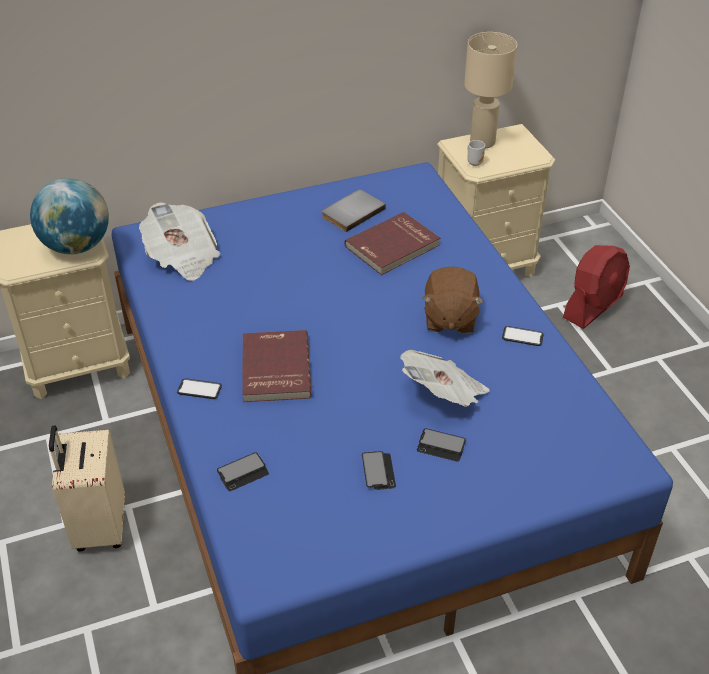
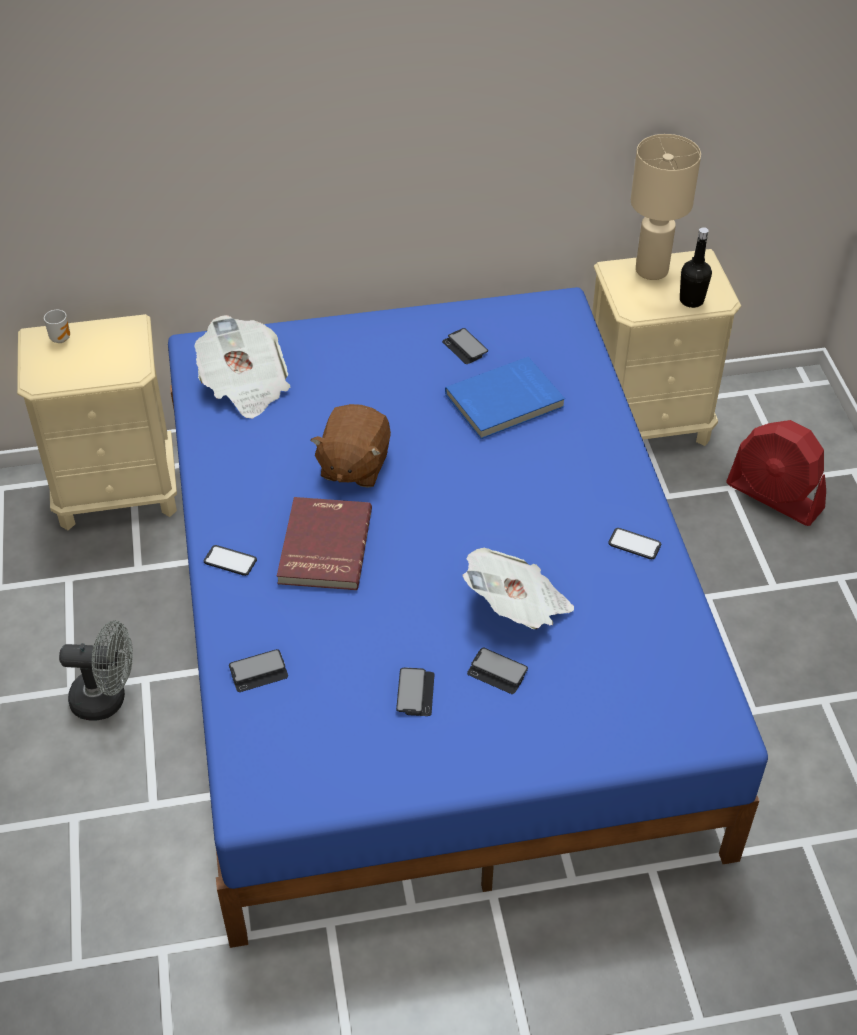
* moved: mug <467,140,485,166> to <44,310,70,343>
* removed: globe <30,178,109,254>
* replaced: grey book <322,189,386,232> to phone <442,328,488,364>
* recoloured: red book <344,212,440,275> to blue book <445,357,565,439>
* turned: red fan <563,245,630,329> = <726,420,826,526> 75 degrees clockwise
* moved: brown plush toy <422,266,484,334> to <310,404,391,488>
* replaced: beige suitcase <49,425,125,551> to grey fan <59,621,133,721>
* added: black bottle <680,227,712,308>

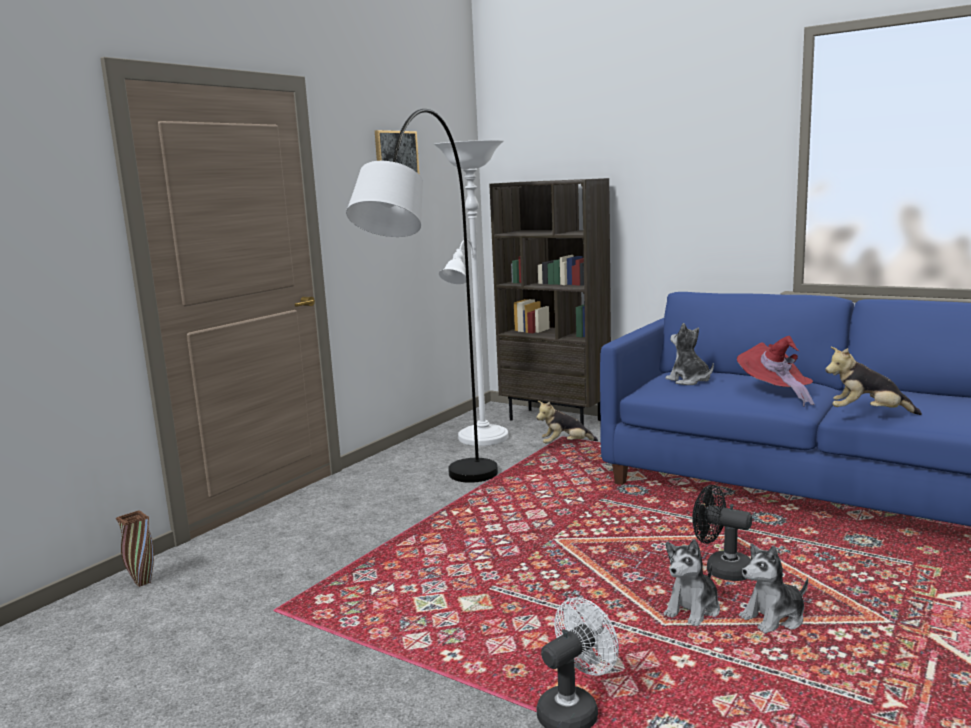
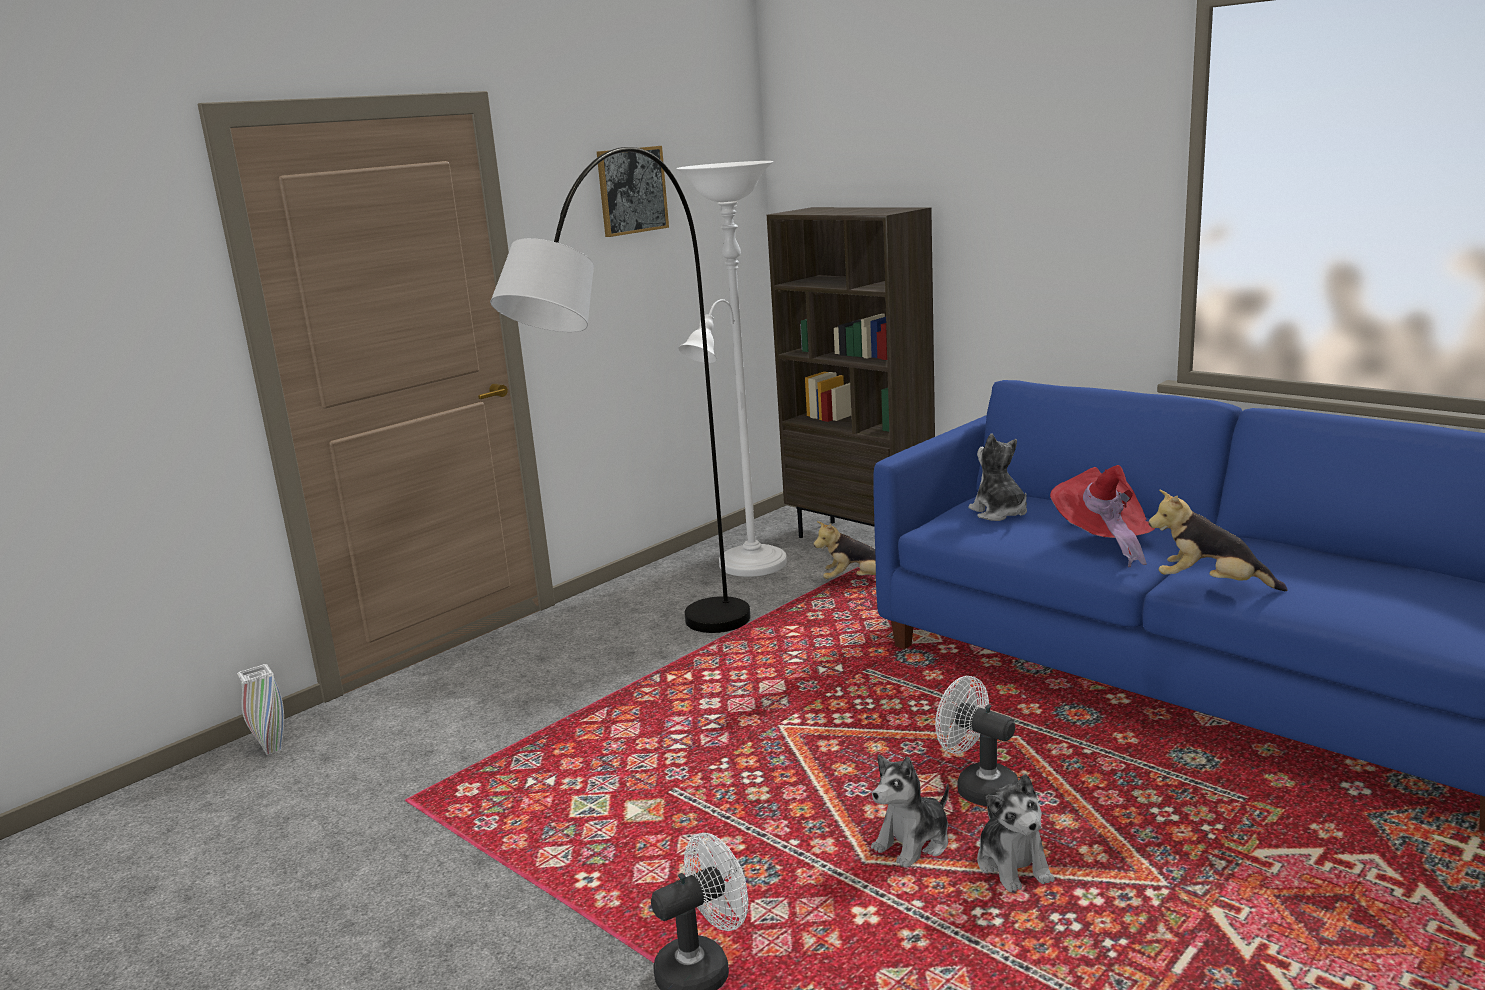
* recoloured: black fan <692,485,752,581> to white fan <935,676,1019,806>
* recoloured: brown vase <116,510,154,587> to white vase <237,664,284,755>
* turned: plush toy <739,544,808,633> = <977,774,1055,892> 90 degrees counterclockwise

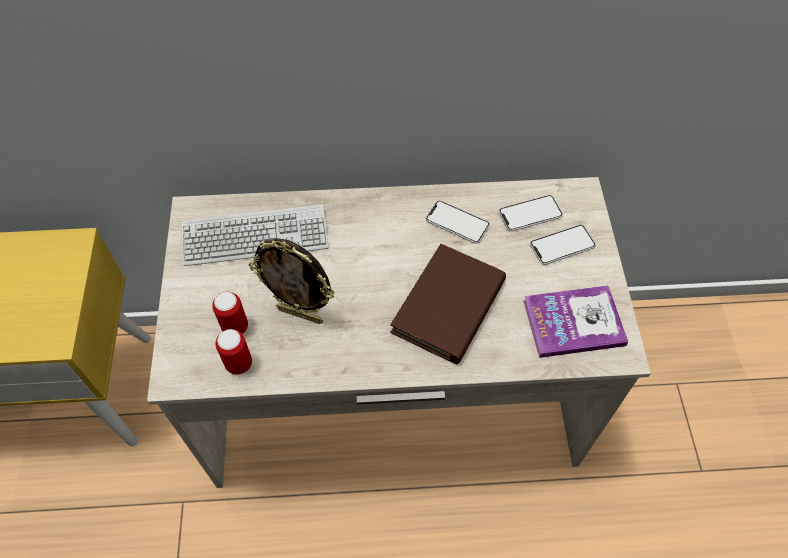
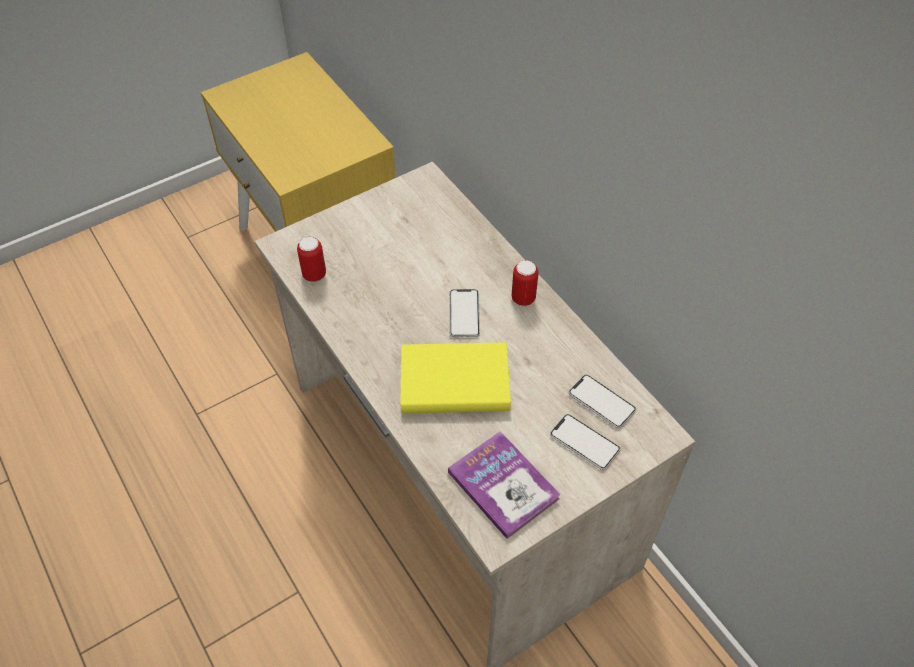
* moved: phone <426,201,490,243> to <449,289,480,337>
* removed: keyboard <182,204,329,266>
* removed: picture frame <248,238,335,324>
* recoloured: brown book <390,244,506,364> to yellow book <400,343,511,413>
* moved: can <212,292,248,334> to <512,260,539,306>

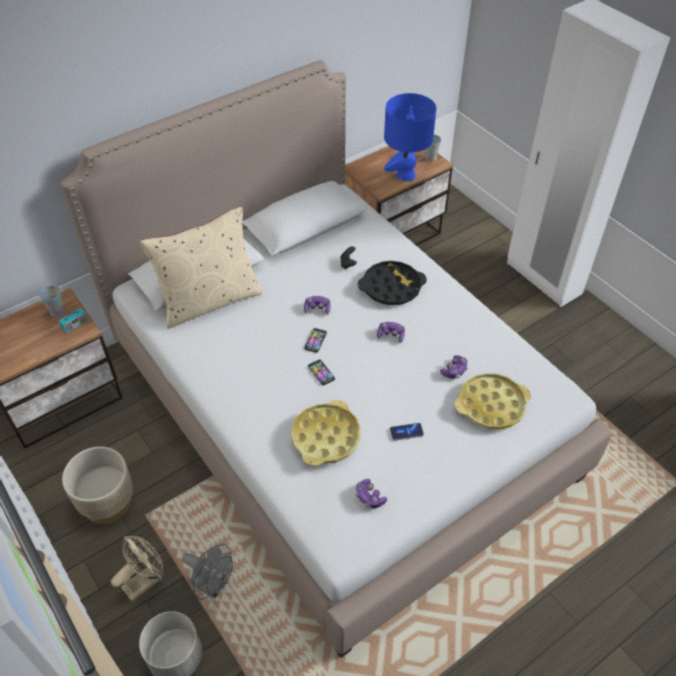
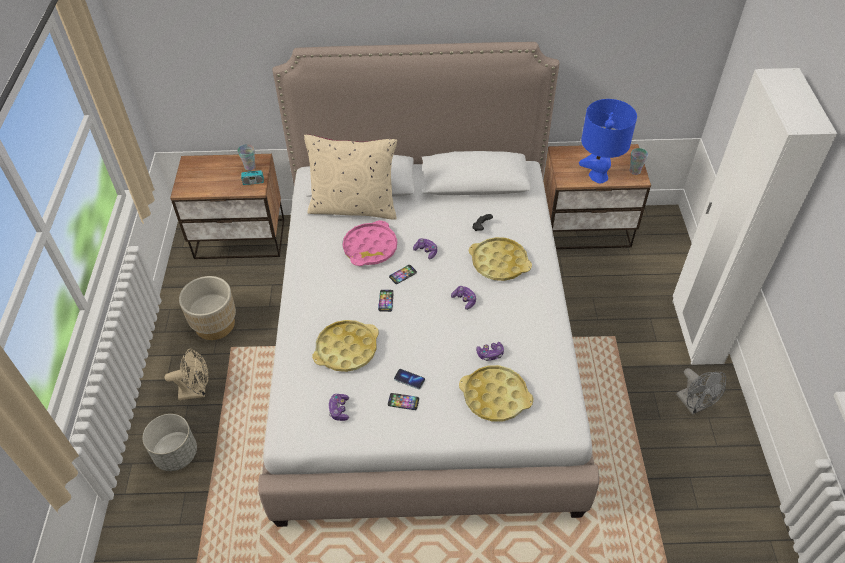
* recoloured: black tray <358,261,427,305> to yellow tray <469,237,532,281>
* moved: grey fan <182,544,233,600> to <676,368,726,415>
* added: pink tray <343,220,397,266>
* added: phone <388,393,419,410>

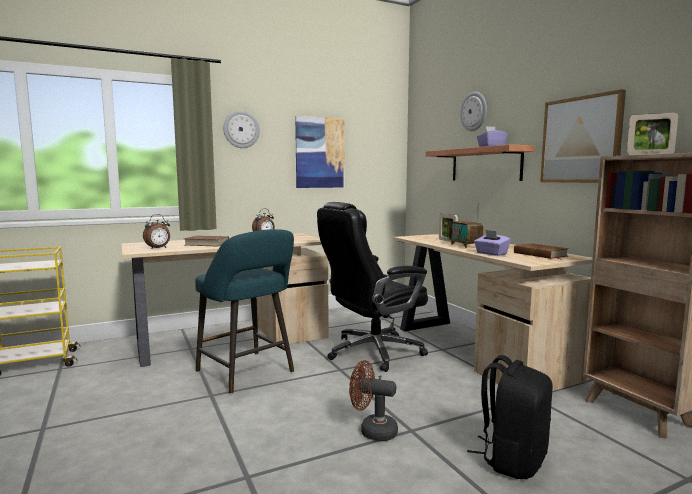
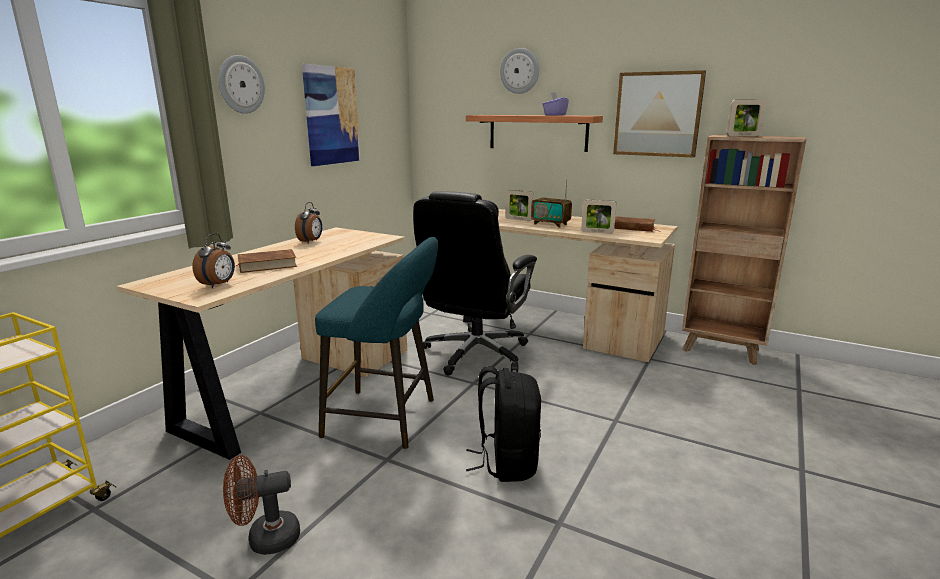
* replaced: purple tissue box <474,230,511,256> to picture frame <581,200,616,234>
* moved: black backpack <467,355,553,479> to <466,366,541,482>
* moved: brown fan <349,360,398,441> to <223,455,300,555>

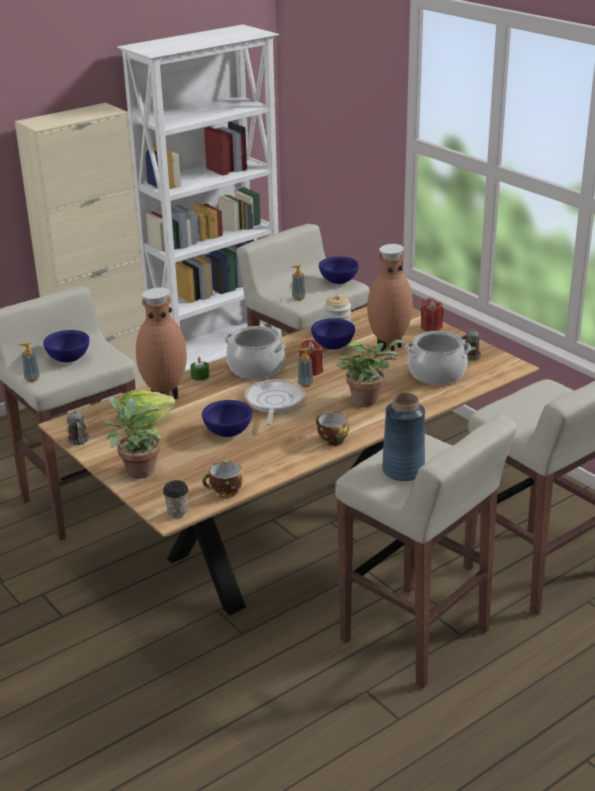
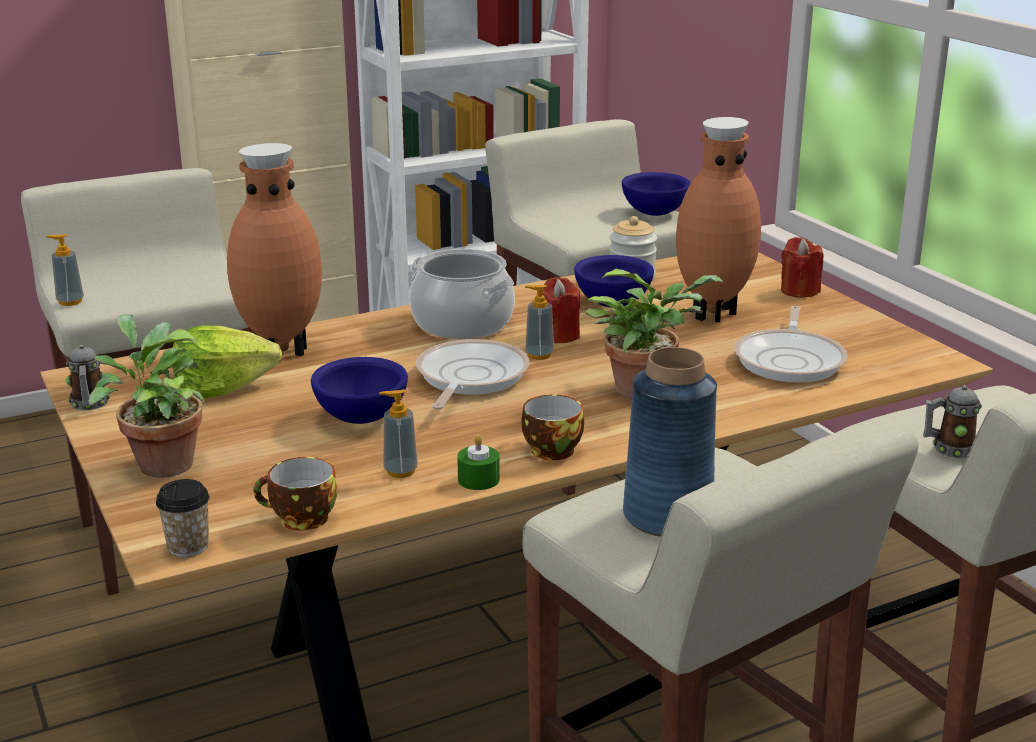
* moved: soap dispenser <291,265,306,300> to <379,389,418,478>
* removed: blue bowl <43,330,89,362>
* moved: mug <461,330,481,361> to <923,386,982,458>
* replaced: cooking pot <405,331,472,385> to frying pan <734,306,848,383>
* moved: green candle <190,357,209,381> to <457,435,500,490>

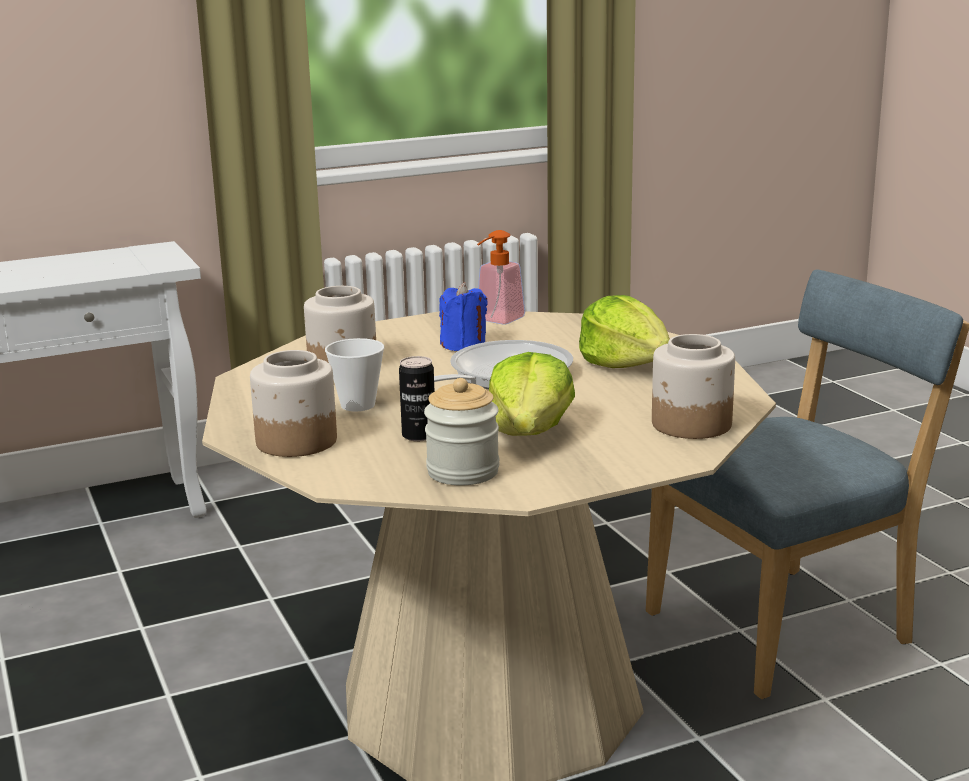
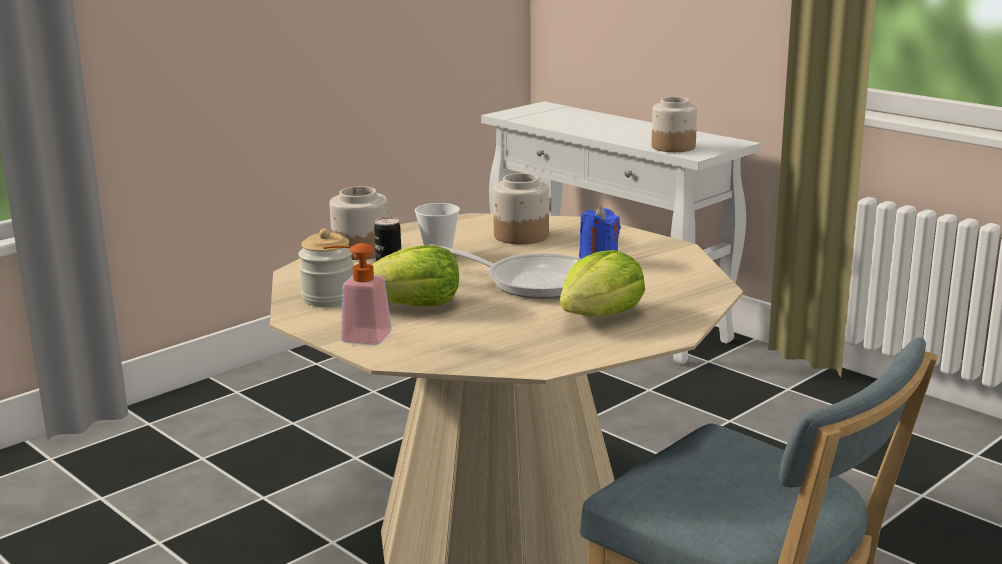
* moved: soap dispenser <477,230,525,325> to <323,243,392,345>
* moved: jar <652,334,735,439> to <652,97,697,152>

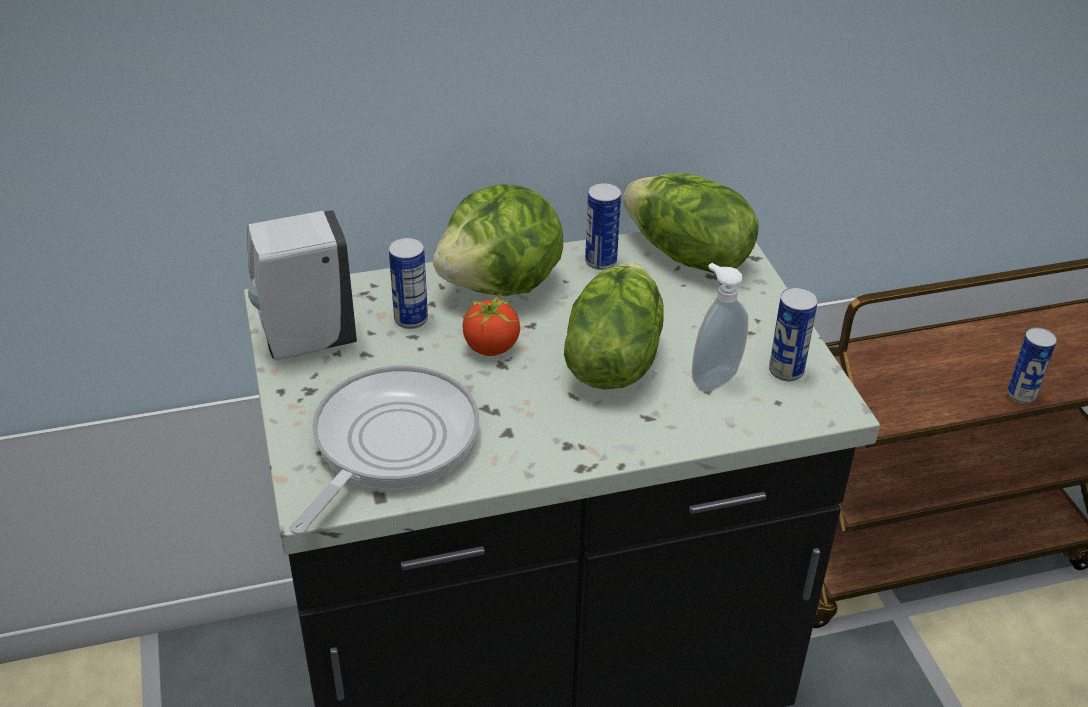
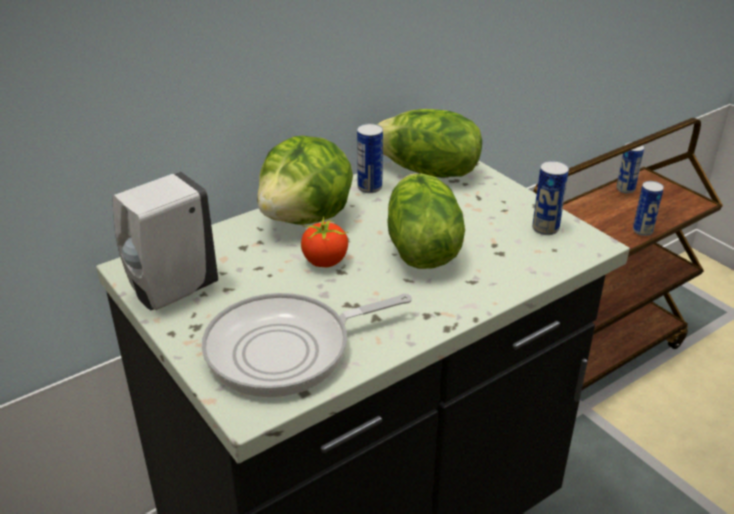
* moved: can <389,237,428,329> to <616,142,644,193>
* removed: soap dispenser <692,263,748,392>
* turned: frying pan <289,365,479,535> = <202,293,412,397> 120 degrees counterclockwise

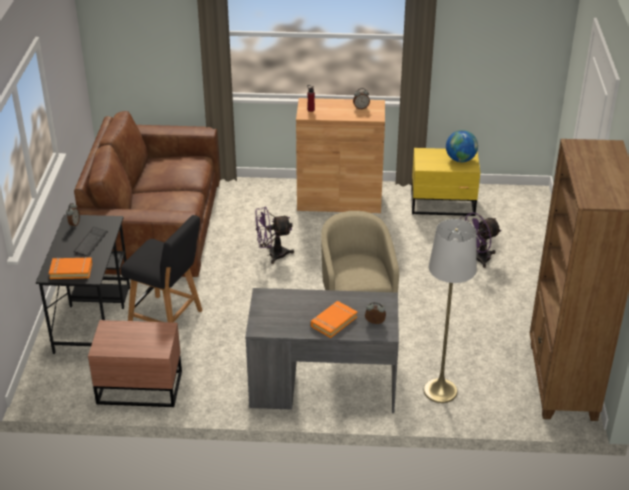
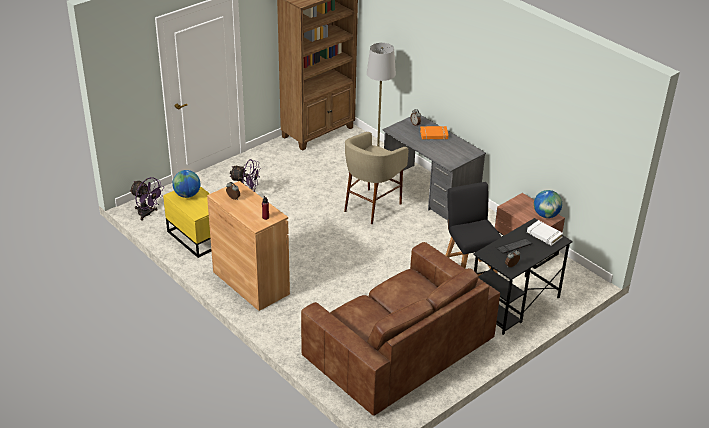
* moved: purple fan <255,207,294,264> to <129,177,164,221>
* recoloured: orange book <49,257,92,279> to white book <527,220,563,246>
* added: globe <534,190,562,218>

